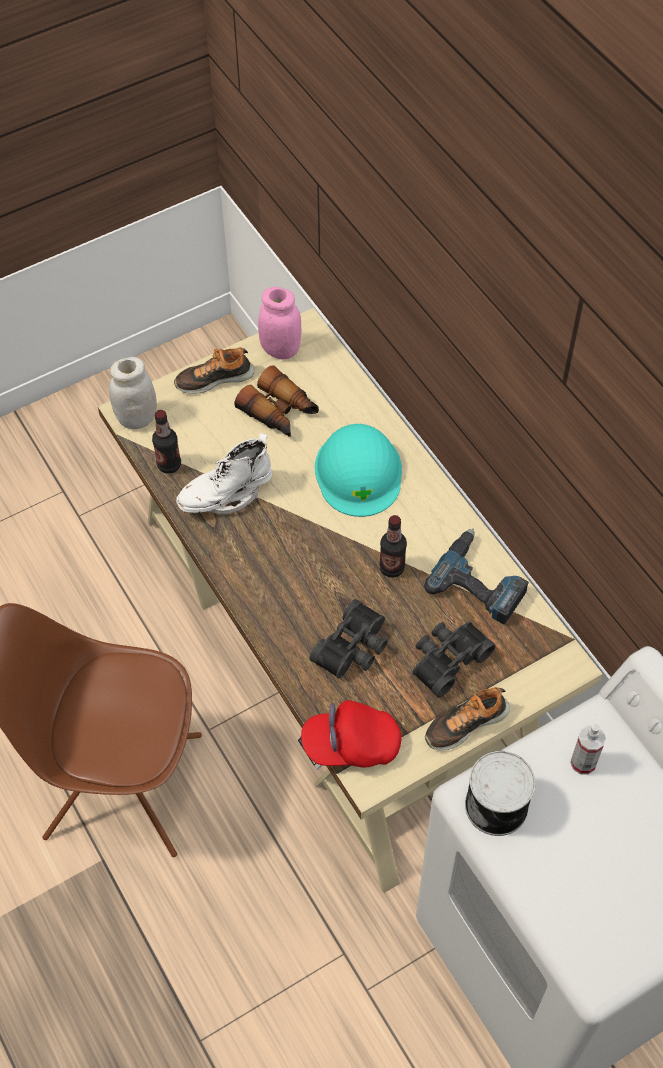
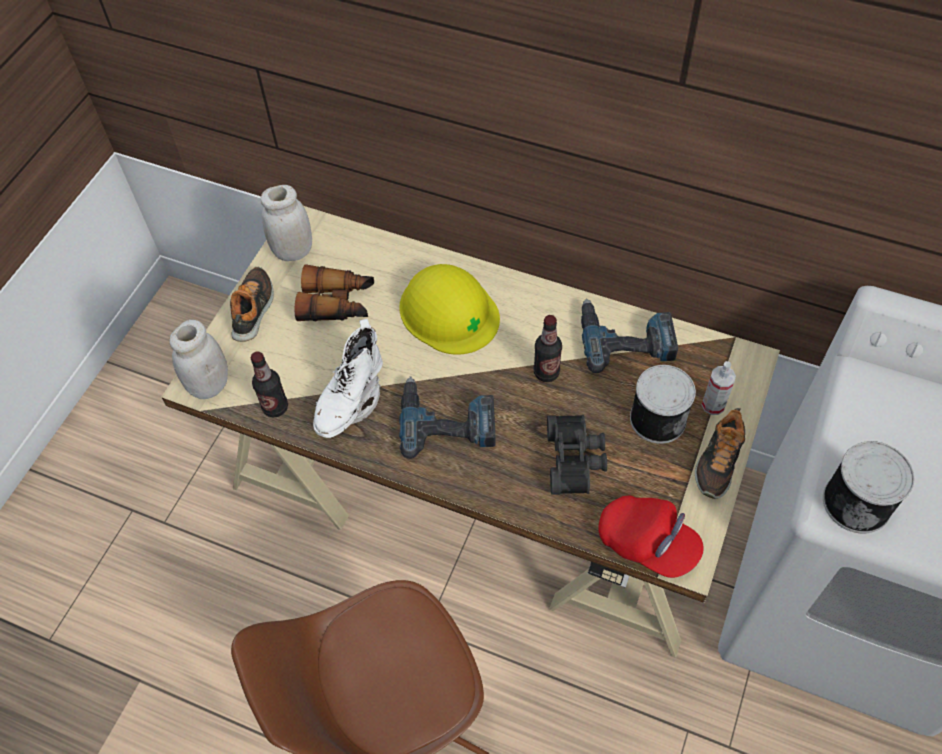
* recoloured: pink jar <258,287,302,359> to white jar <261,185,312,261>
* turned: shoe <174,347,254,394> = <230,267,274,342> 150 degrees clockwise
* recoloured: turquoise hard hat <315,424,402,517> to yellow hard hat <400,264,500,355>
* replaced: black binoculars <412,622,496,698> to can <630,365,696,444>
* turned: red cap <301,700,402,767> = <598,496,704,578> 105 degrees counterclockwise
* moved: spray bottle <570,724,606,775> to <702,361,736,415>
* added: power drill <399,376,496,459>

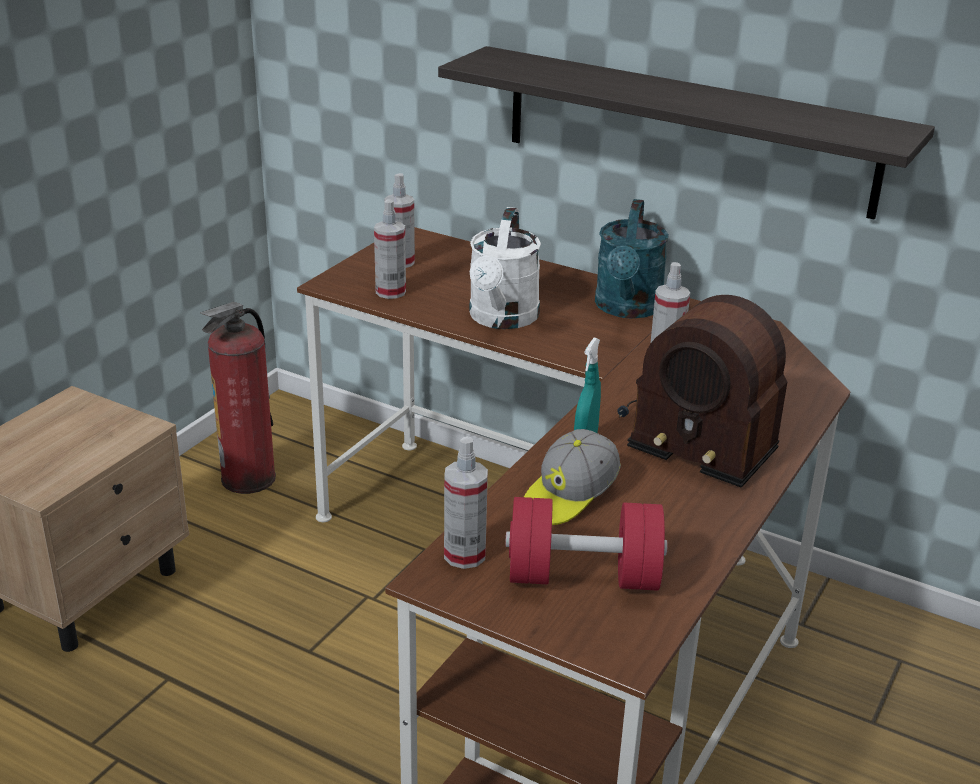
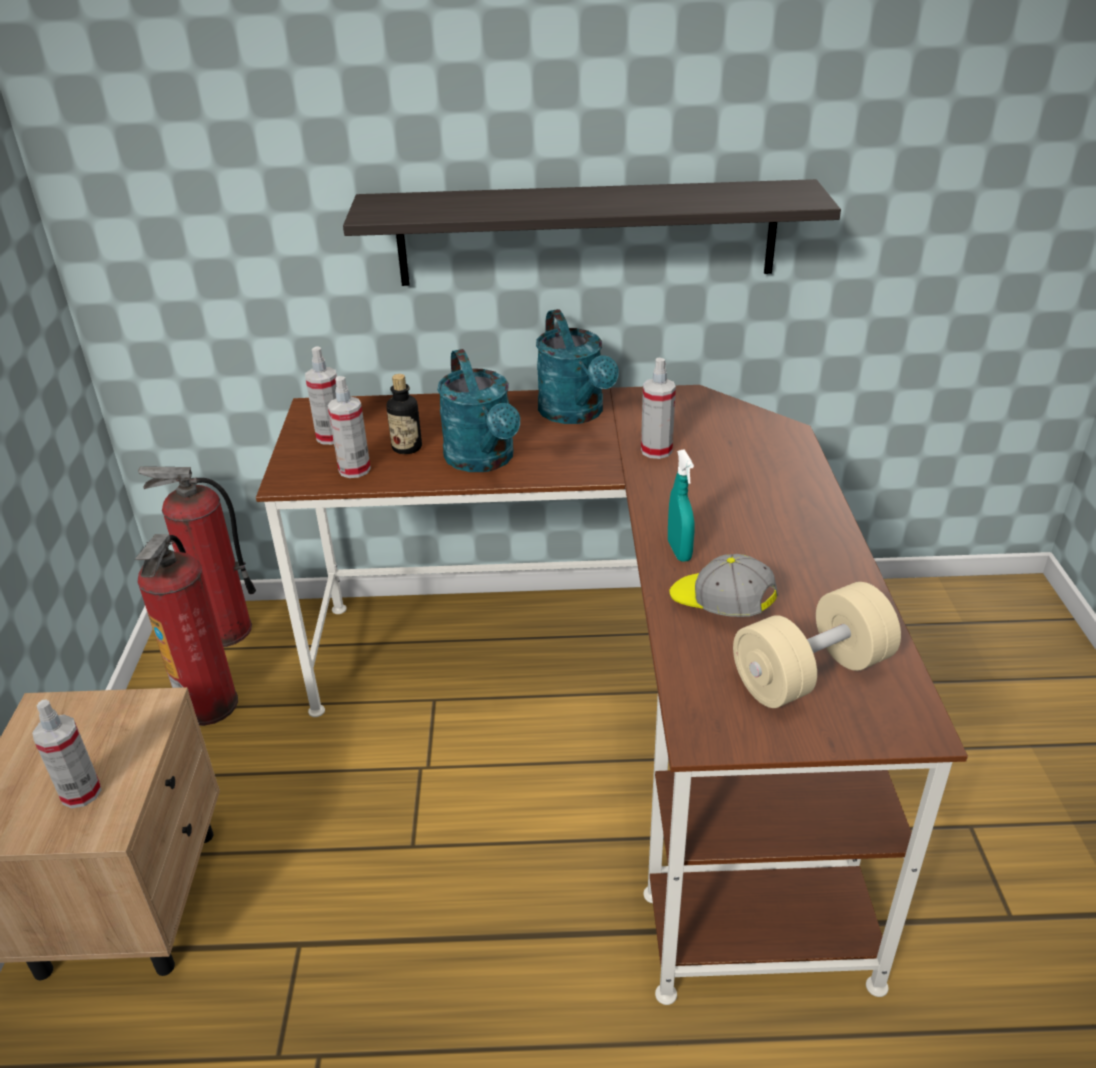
* recoloured: white watering can <469,207,541,329> to turquoise watering can <437,349,520,472>
* removed: radio <617,295,787,488>
* turned: cap <524,429,621,525> = <669,554,778,617> 120 degrees clockwise
* moved: spray bottle <444,436,488,569> to <32,699,102,808>
* recoloured: red dumbbell <505,497,668,591> to beige dumbbell <733,582,901,708>
* added: bottle <387,374,422,454>
* added: fire extinguisher <139,466,256,647>

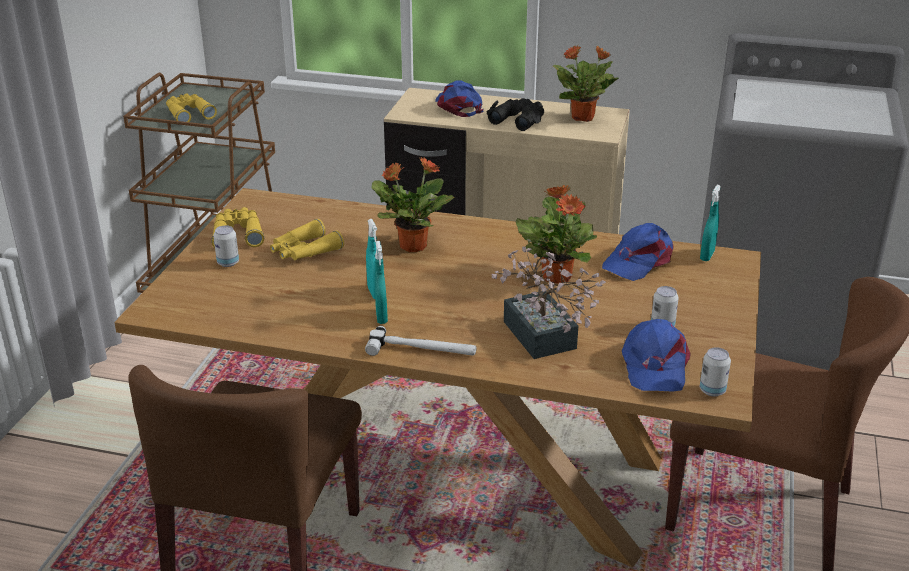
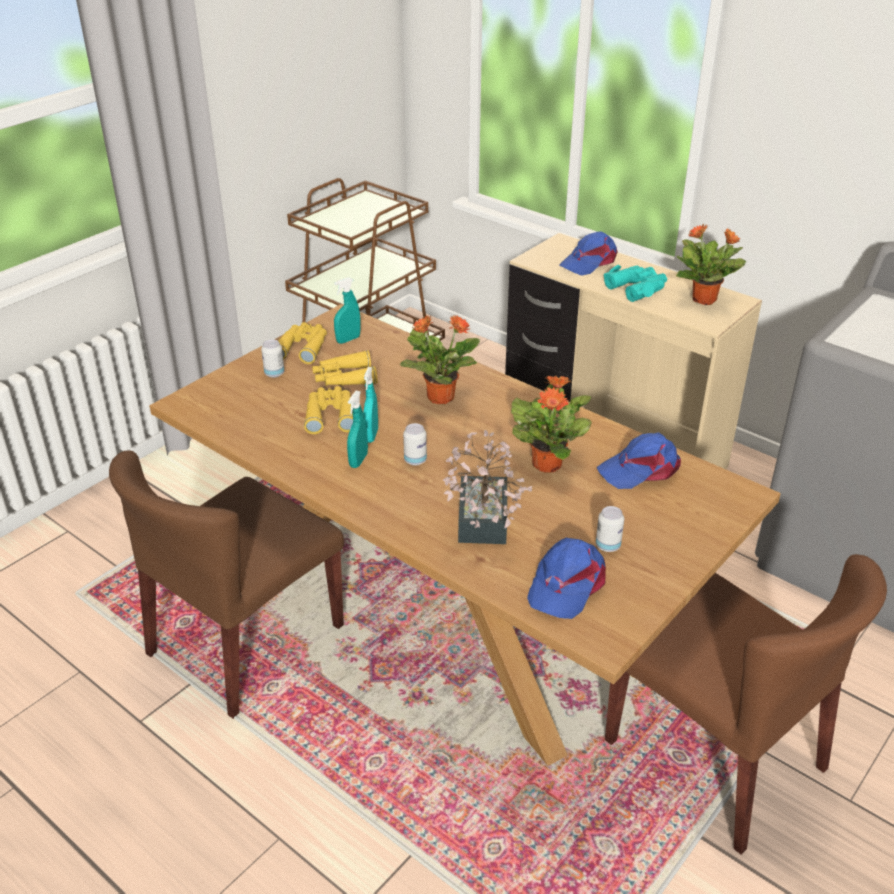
* turned: blue cap <435,81,484,117> = <559,231,618,276> 135 degrees counterclockwise
* moved: yellow binoculars <166,93,217,122> to <304,386,353,434>
* recoloured: black binoculars <487,98,544,131> to turquoise binoculars <604,265,667,302>
* moved: turquoise spray bottle <700,185,721,261> to <334,277,361,344>
* removed: hammer <365,326,477,356>
* moved: can <700,347,731,397> to <403,423,427,466>

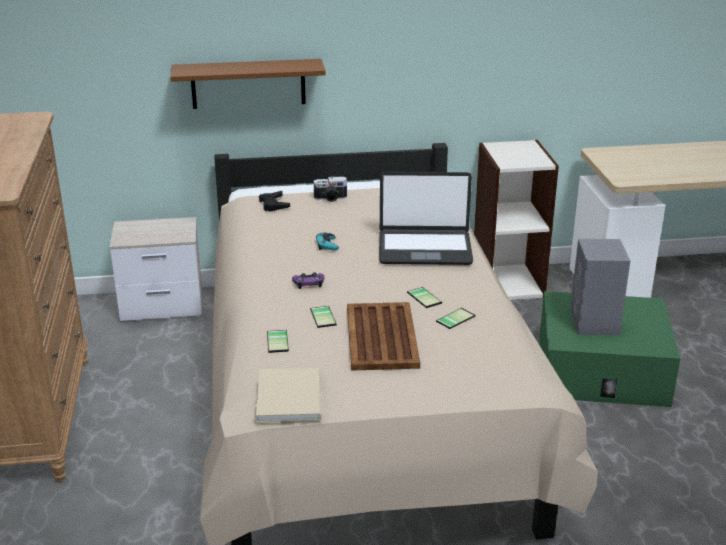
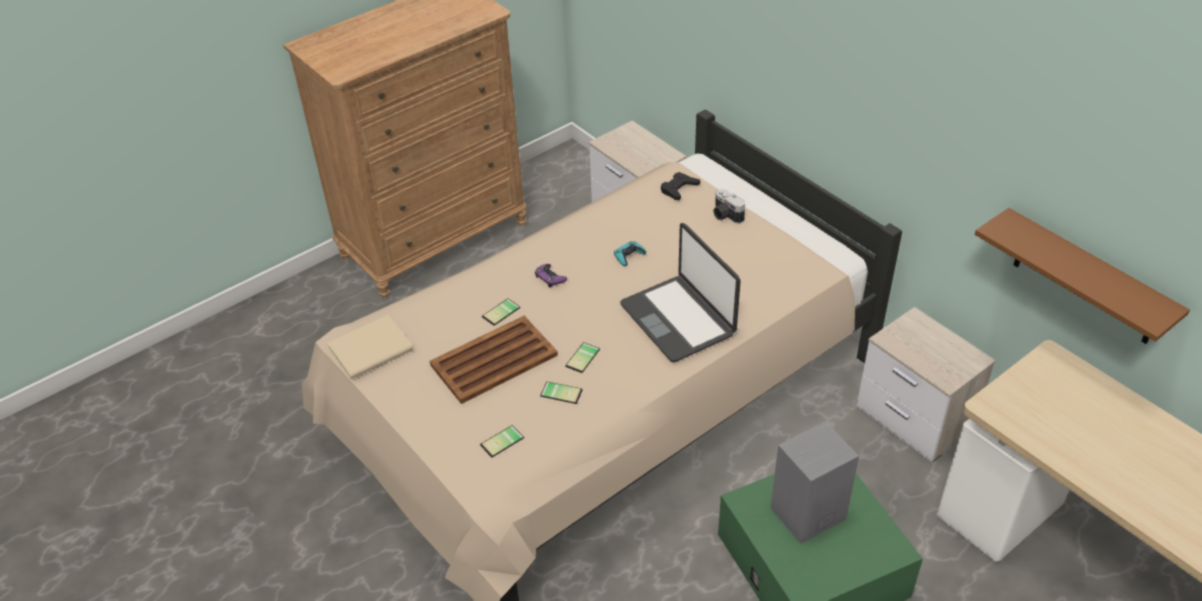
* moved: brown shelf <170,59,326,109> to <975,208,1190,344>
* replaced: bookcase <474,140,559,300> to nightstand <857,307,996,462>
* moved: phone <267,330,289,353> to <480,425,524,458>

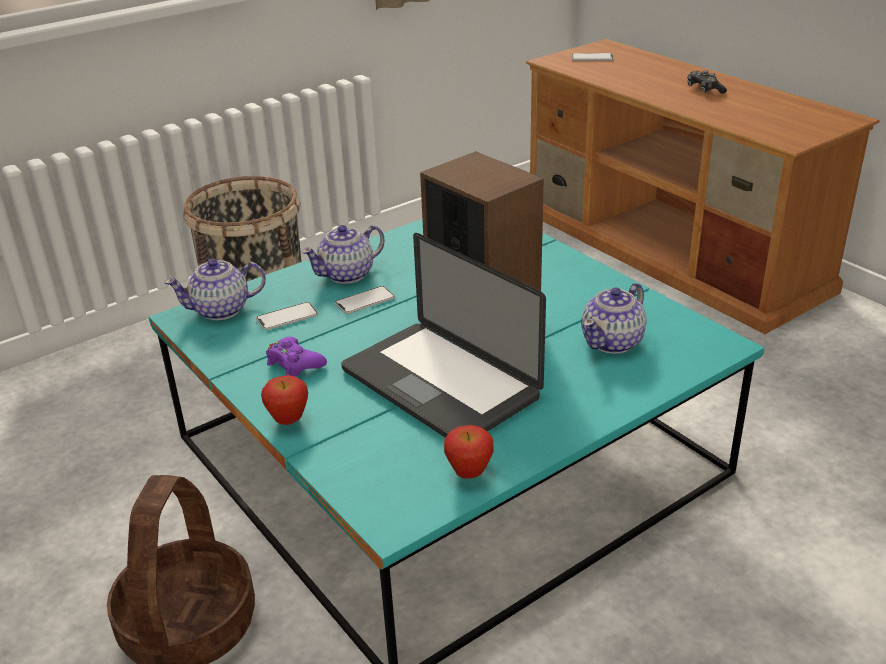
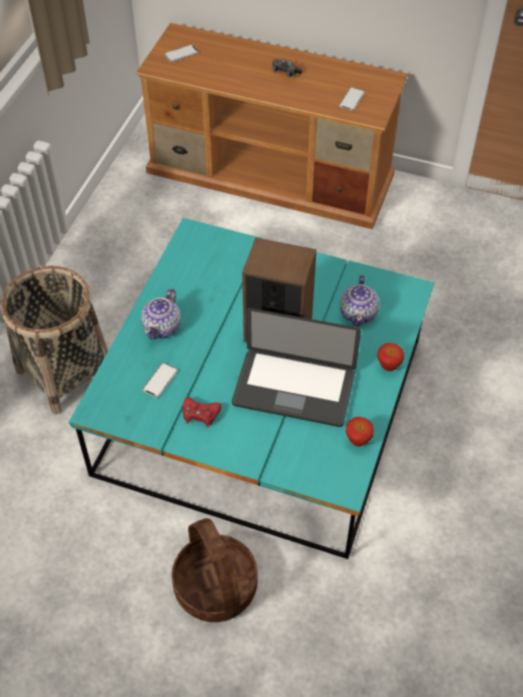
* removed: teapot <164,259,266,320>
* moved: phone <335,286,395,314> to <339,87,365,111>
* recoloured: purple game controller <266,337,327,377> to red game controller <183,397,222,427>
* moved: apple <261,375,308,425> to <377,343,404,371>

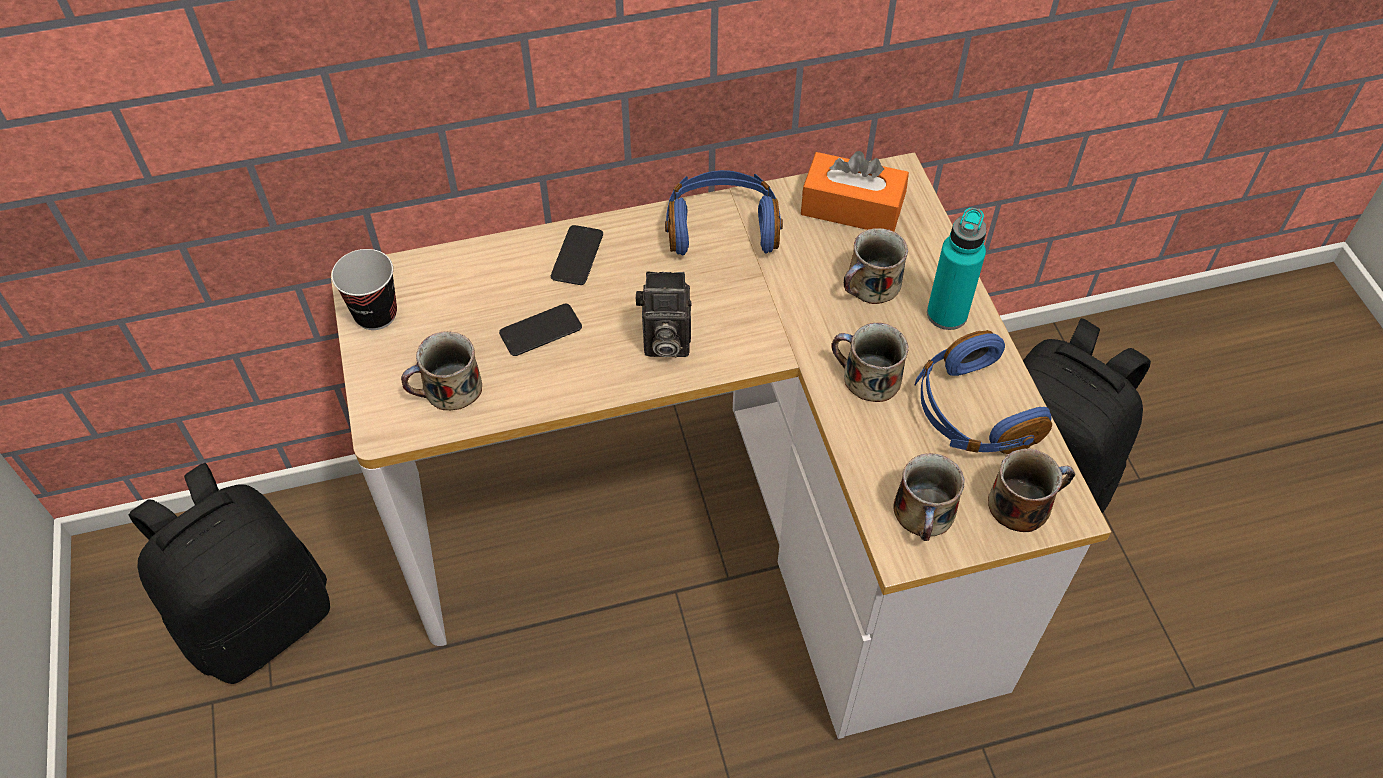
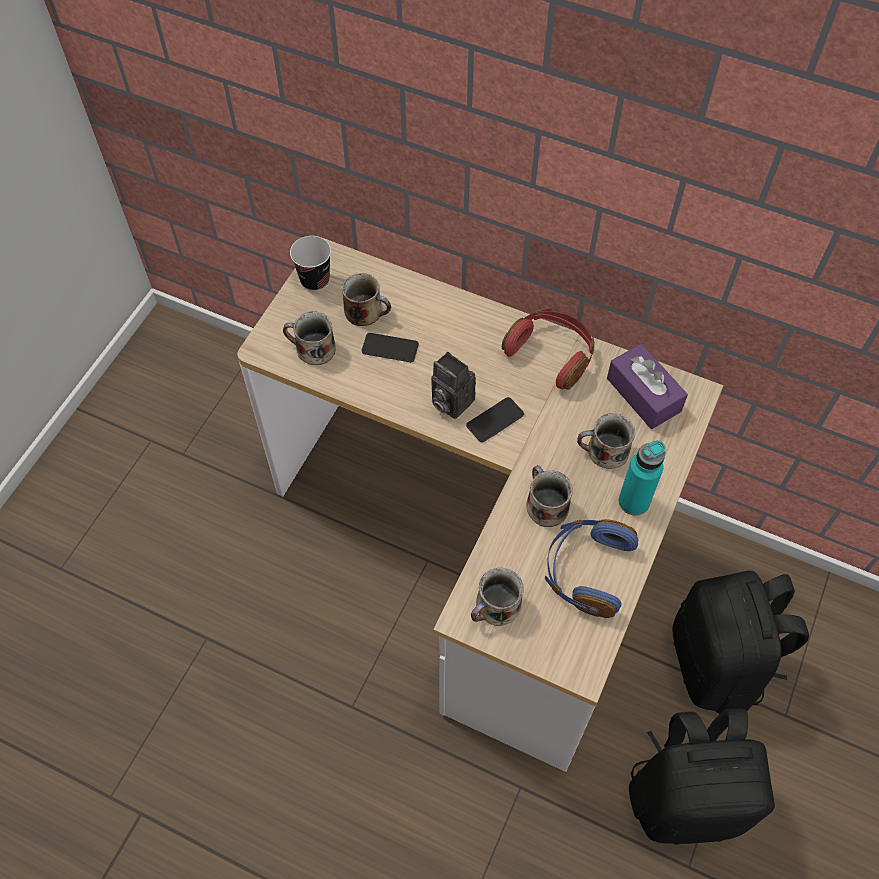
* recoloured: orange tissue box <801,151,909,231> to purple tissue box <607,344,688,429>
* recoloured: blue headphones <665,170,783,255> to red headphones <502,308,594,390>
* moved: phone <551,225,603,285> to <466,397,524,442>
* moved: mug <988,449,1075,532> to <342,273,391,326>
* moved: black backpack <129,463,330,684> to <629,708,775,845>

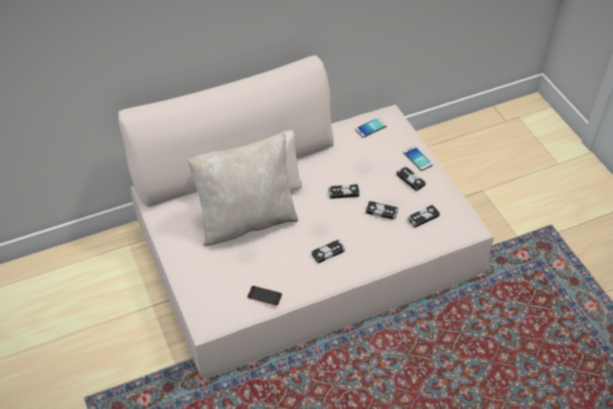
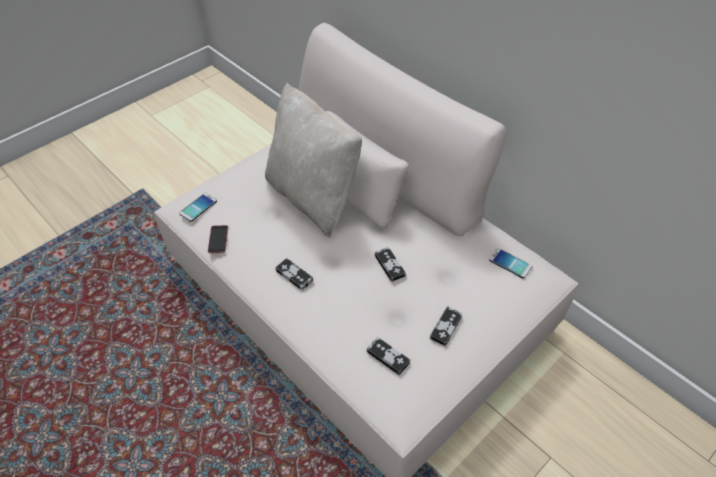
* moved: phone <403,146,433,171> to <179,193,217,222>
* removed: game controller <366,201,398,220>

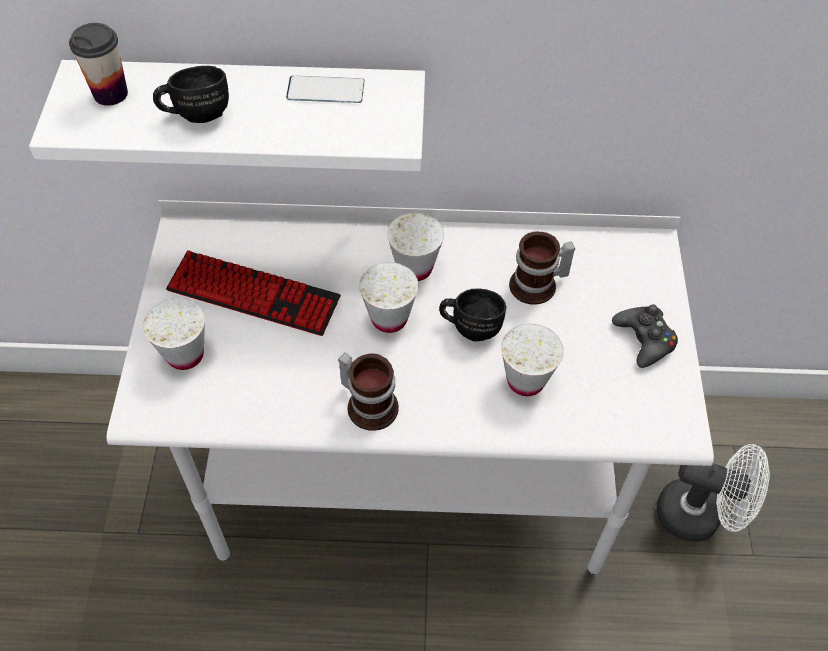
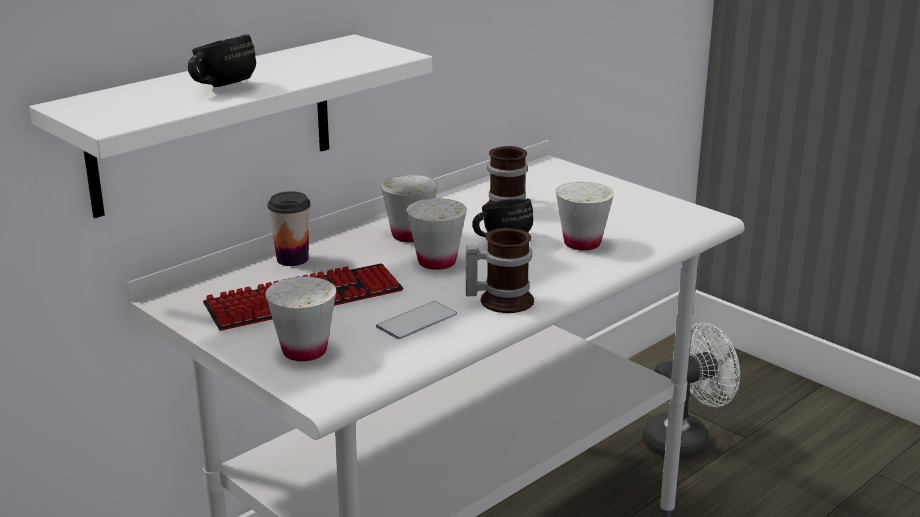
* moved: cup <69,23,128,106> to <268,191,311,266>
* moved: phone <286,75,365,103> to <376,301,457,339>
* removed: black game controller <612,304,678,368>

